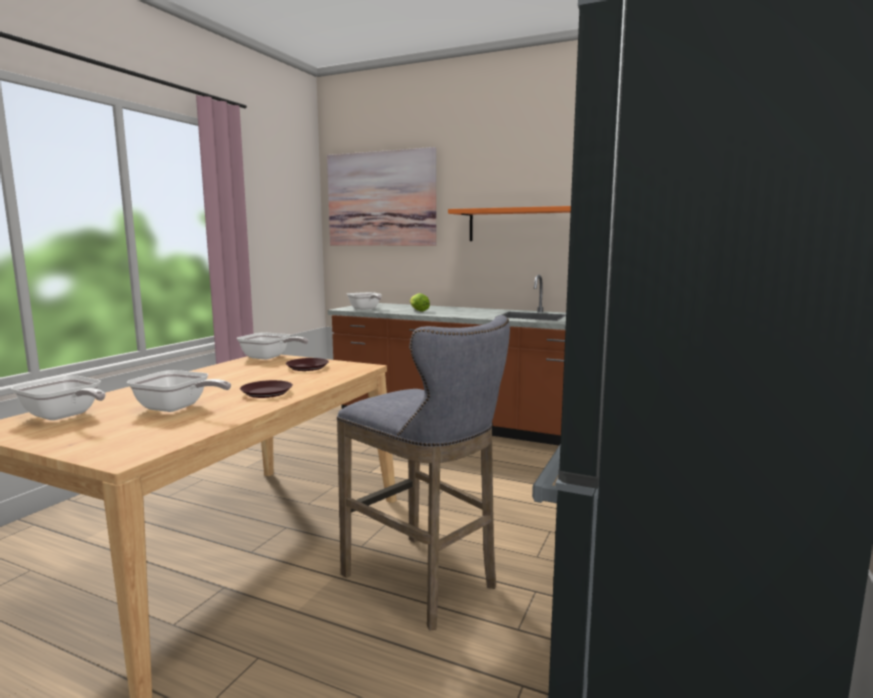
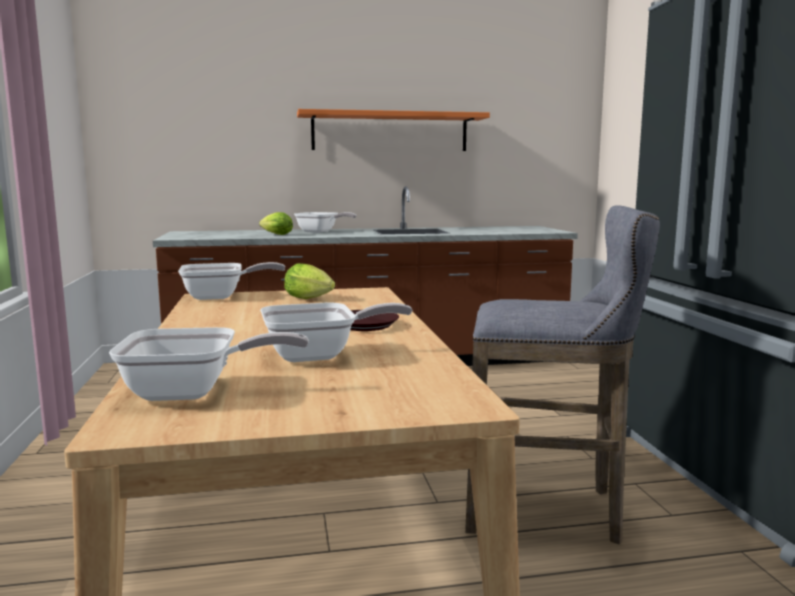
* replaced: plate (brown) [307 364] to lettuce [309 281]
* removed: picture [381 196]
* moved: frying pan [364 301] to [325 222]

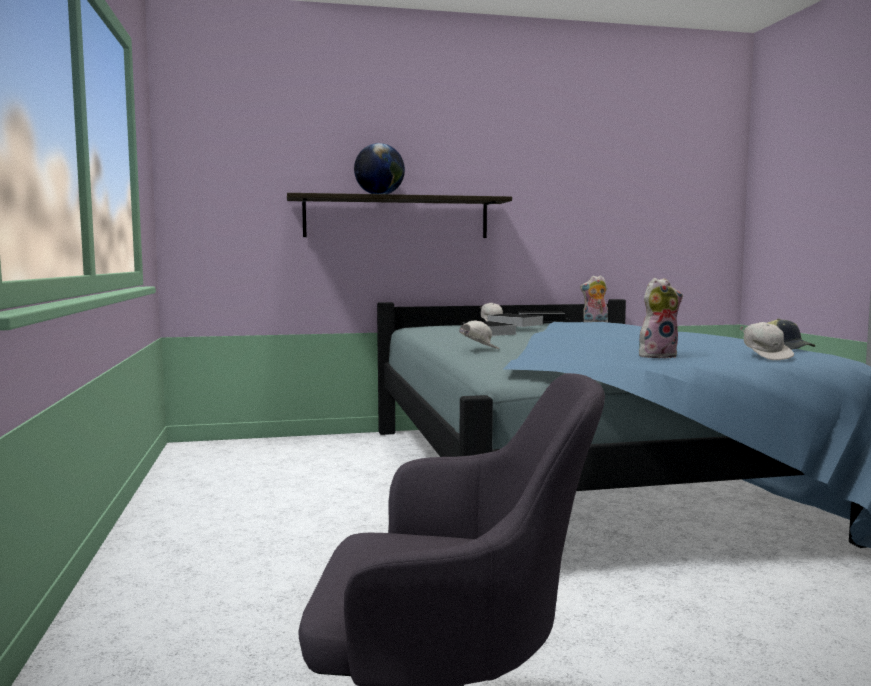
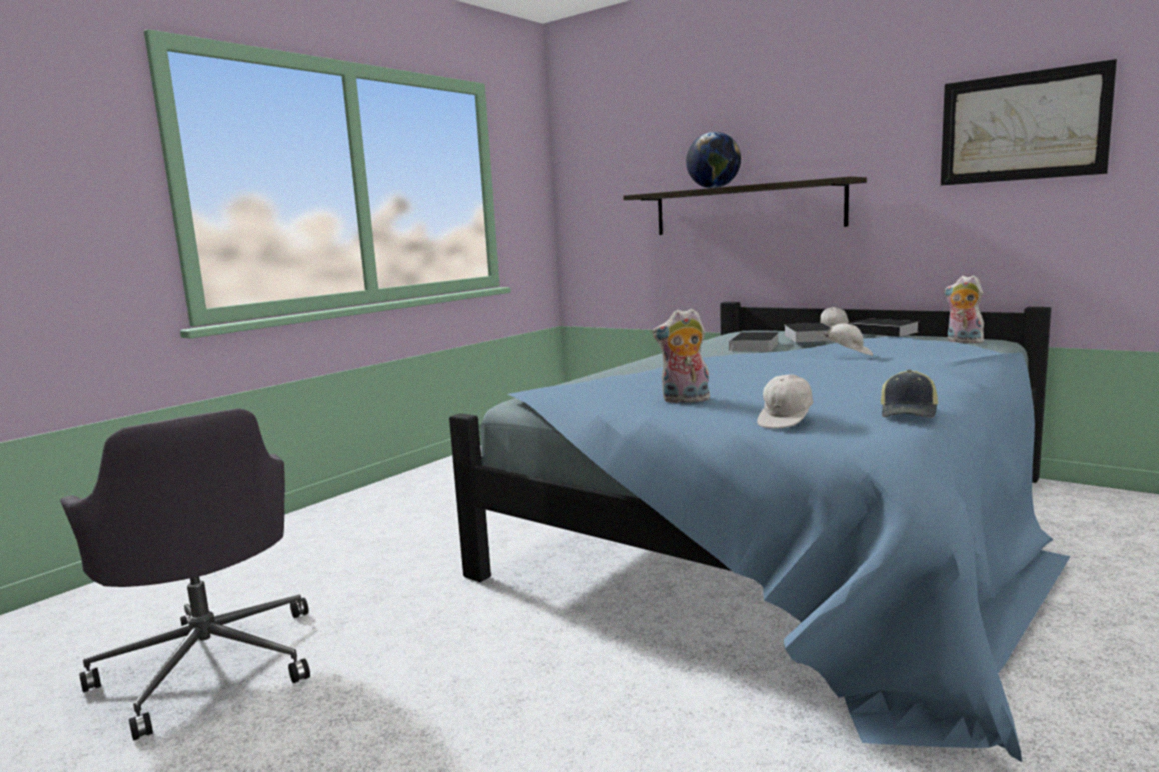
* moved: cap (white) [479 335] to [845 339]
* turned: plush toy [661 318] = [681 355] 150 degrees clockwise
* added: picture [1029 122]

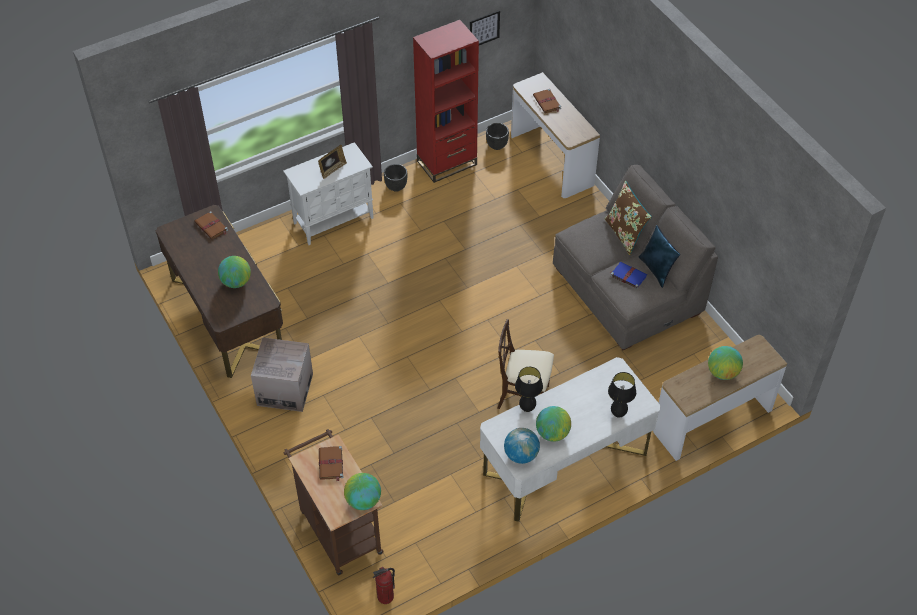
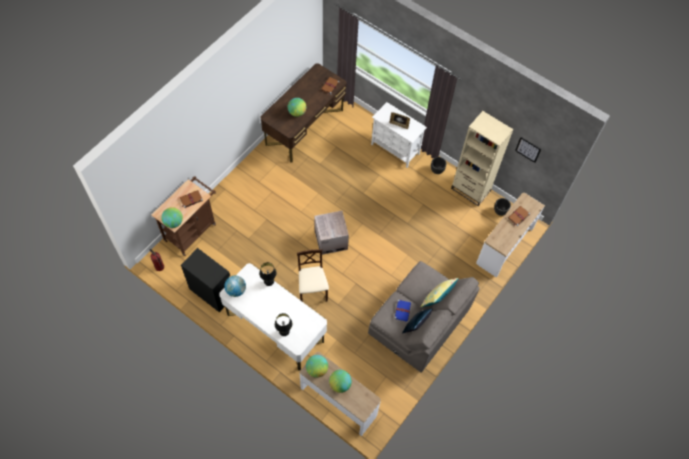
* moved: cardboard box [282 375] to [331 233]
* recoloured: bookcase (red) [446 101] to bookcase (beige) [482 158]
* moved: globe [553 424] to [317 366]
* recoloured: pillow (brown) [628 218] to pillow (yellow) [440 292]
* added: cabinet (black) [205 280]

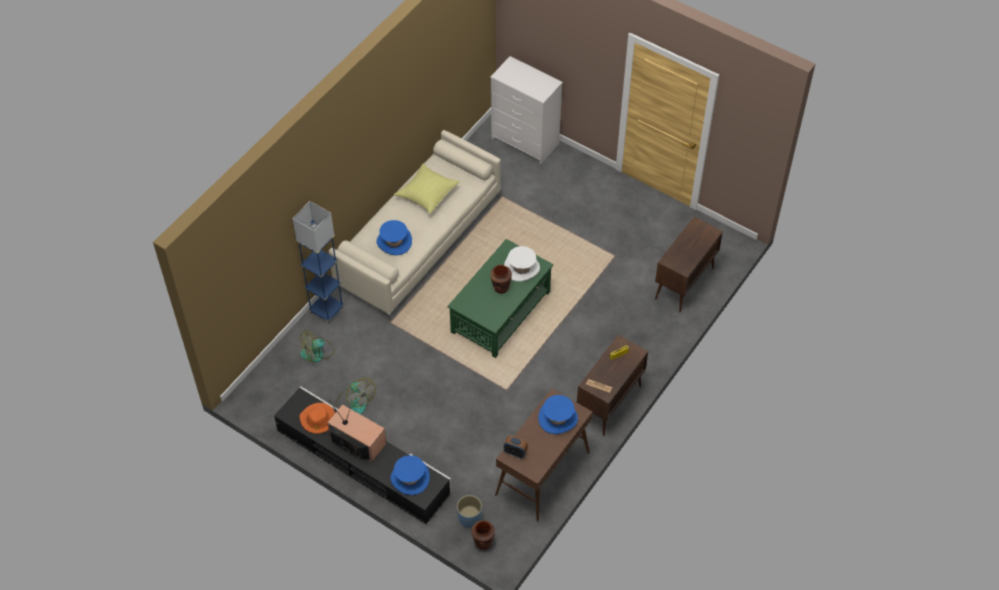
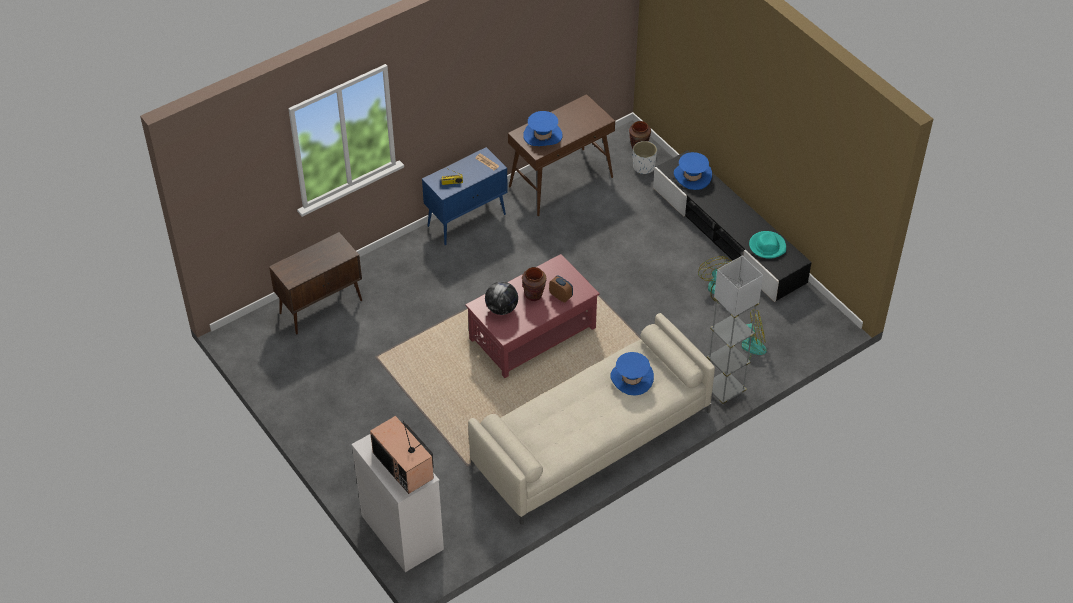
* recoloured: floor lamp (blue) [318 262] to floor lamp (grey) [735 330]
* recoloured: hat (orange) [317 418] to hat (turquoise) [767 245]
* moved: television [356 431] to [402 455]
* removed: pillow (yellow) [427 189]
* recoloured: coffee table (green) [500 298] to coffee table (red) [532 316]
* recoloured: planter (blue) [469 511] to planter (white) [645 157]
* replaced: hat (white) [522 263] to globe [501 298]
* moved: alarm clock [516 447] to [561 289]
* recoloured: cabinet (brown) [612 385] to cabinet (blue) [465 196]

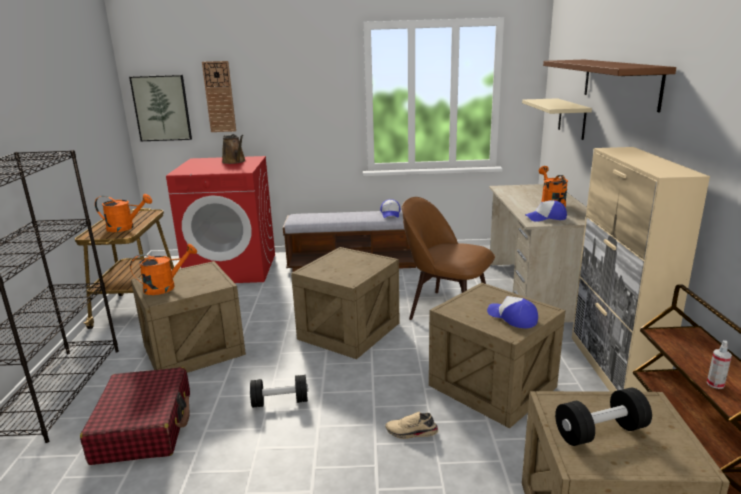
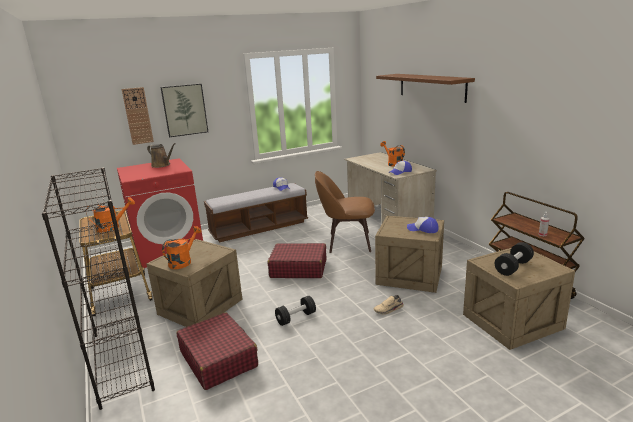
* moved: picture [160 108] to [184 110]
* replaced: crate [345 303] to suitcase (red) [297 260]
* removed: shelf (beige) [557 119]
* removed: cabinet (beige) [641 269]

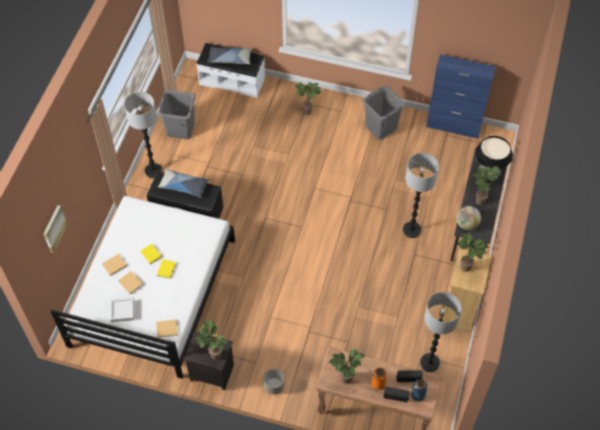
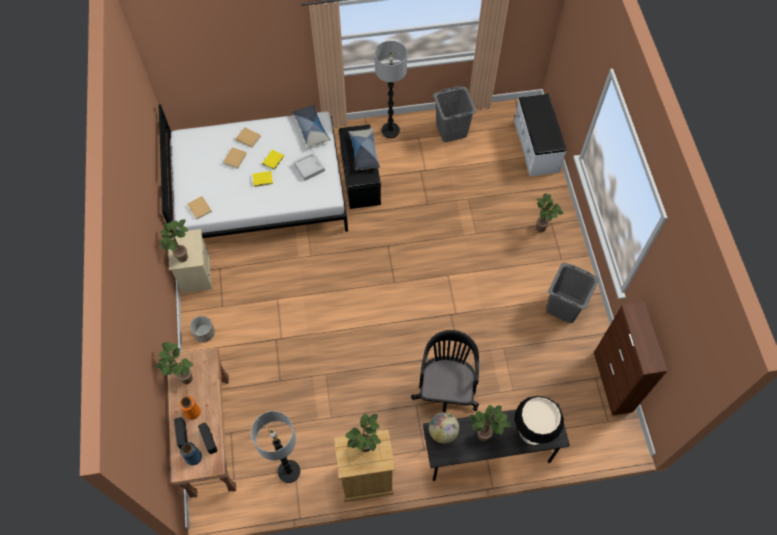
* removed: picture [55 229]
* moved: tray (grey) [122 309] to [309 166]
* recoloured: nightstand (black) [208 360] to nightstand (beige) [190 261]
* moved: pillow [230 55] to [311 126]
* replaced: floor lamp [421 195] to office chair (black) [445 371]
* recoloured: cabinet (blue) [461 96] to cabinet (brown) [630 358]

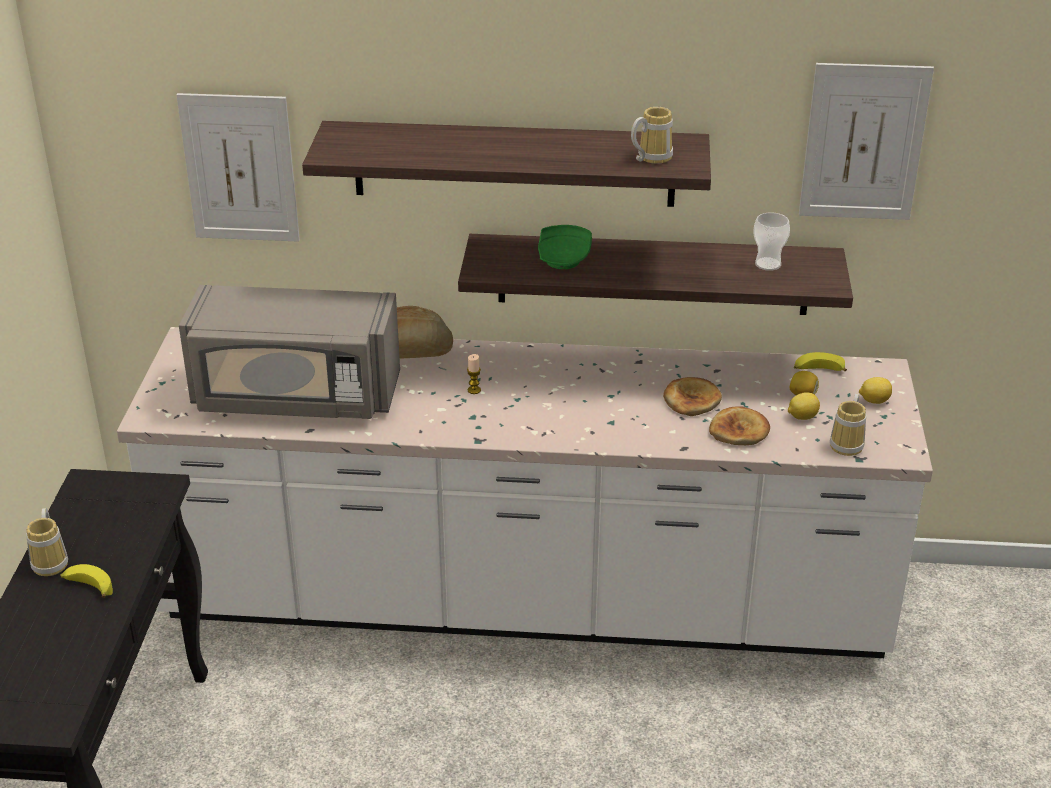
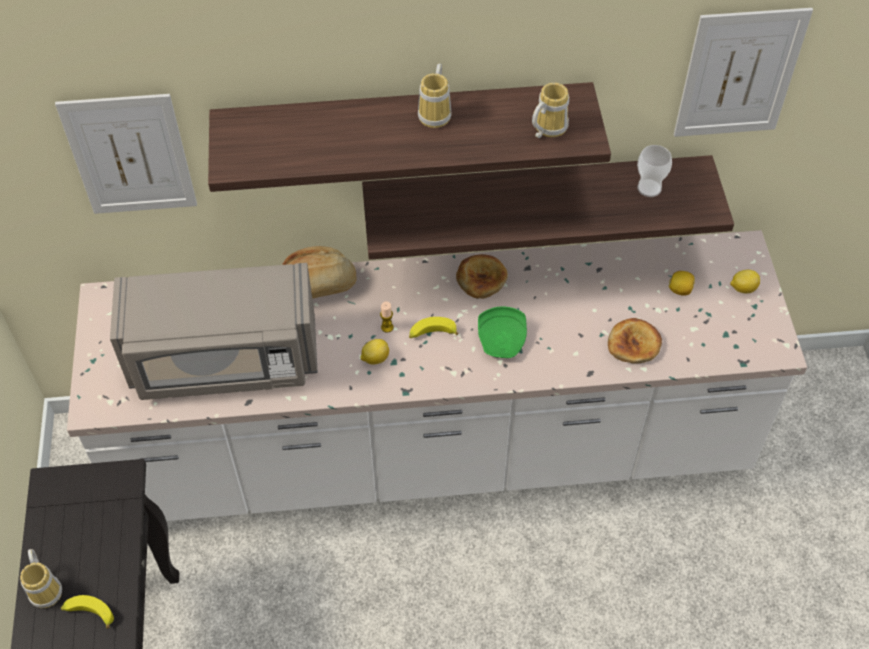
* moved: plate (green) [565 247] to [502 332]
* moved: bread [692 396] to [482 276]
* moved: lemon [804 406] to [374 351]
* moved: banana [820 361] to [434 327]
* moved: mug [848 425] to [434 95]

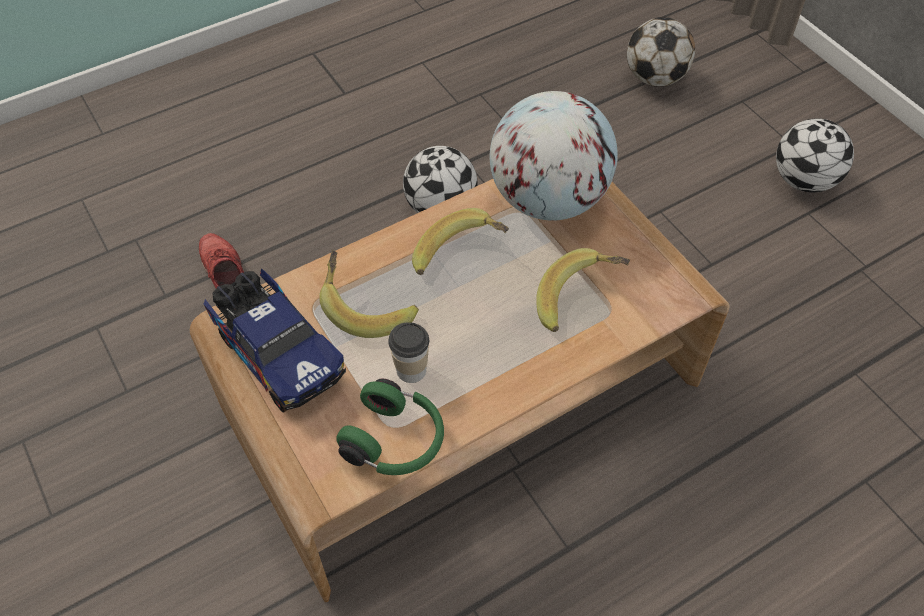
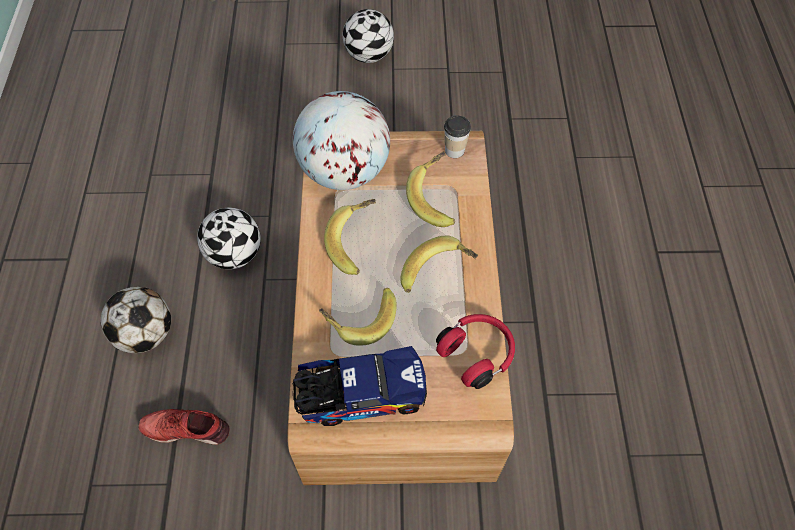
* recoloured: headphones (green) [390 427] to headphones (red) [475 351]
* moved: cup [408 352] to [457 136]
* moved: football [661 52] to [135 320]
* added: banana [439 264]

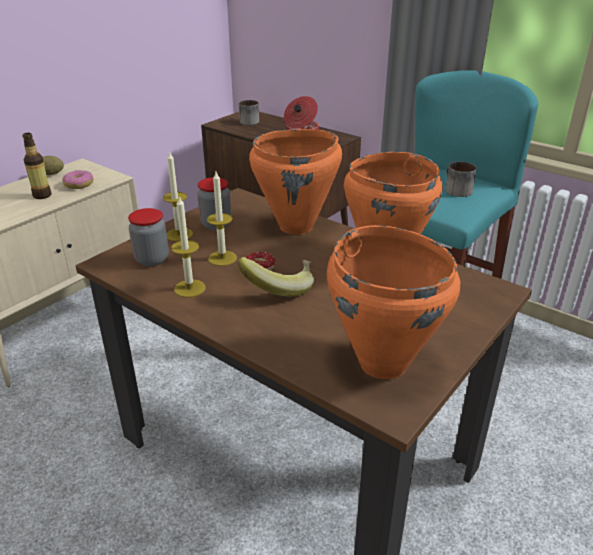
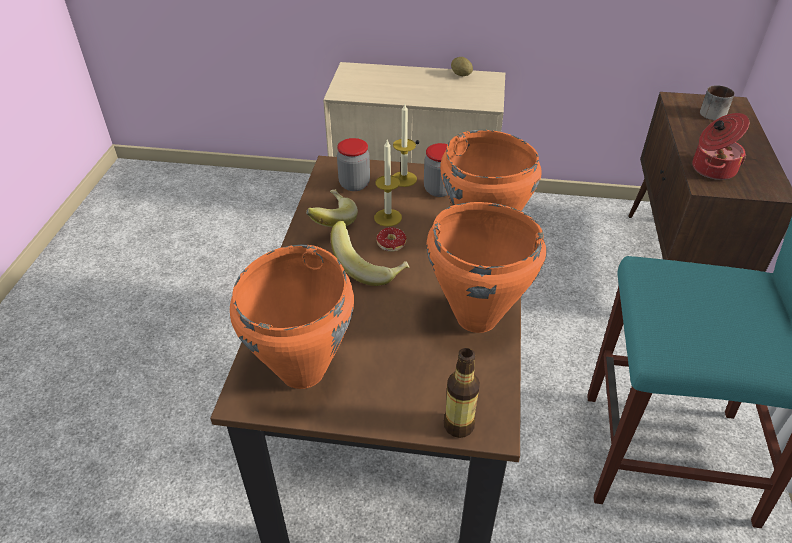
* moved: bottle [37 166] to [462 393]
* removed: donut [78 179]
* replaced: candle [188 246] to banana [332 208]
* removed: mug [461 179]

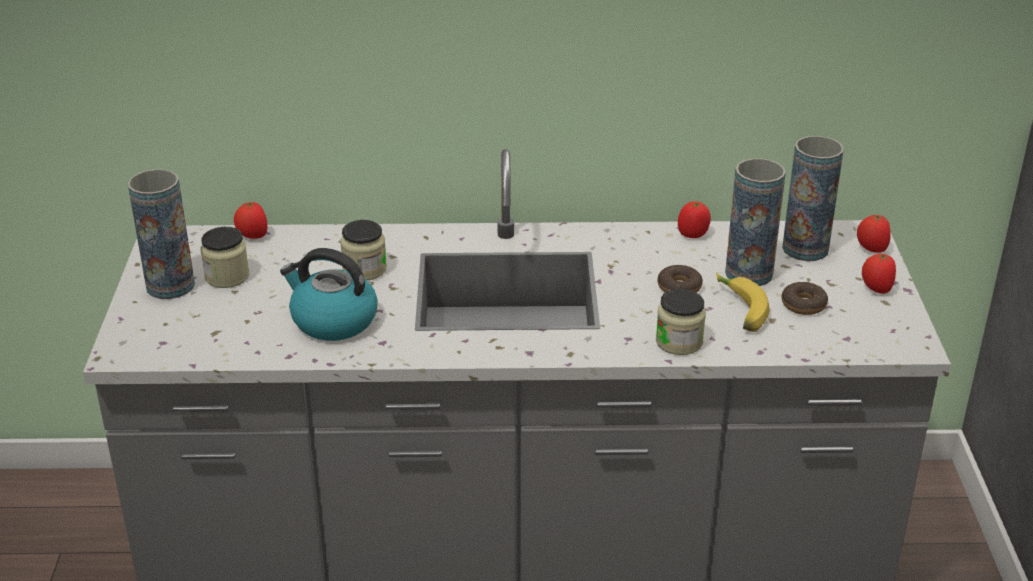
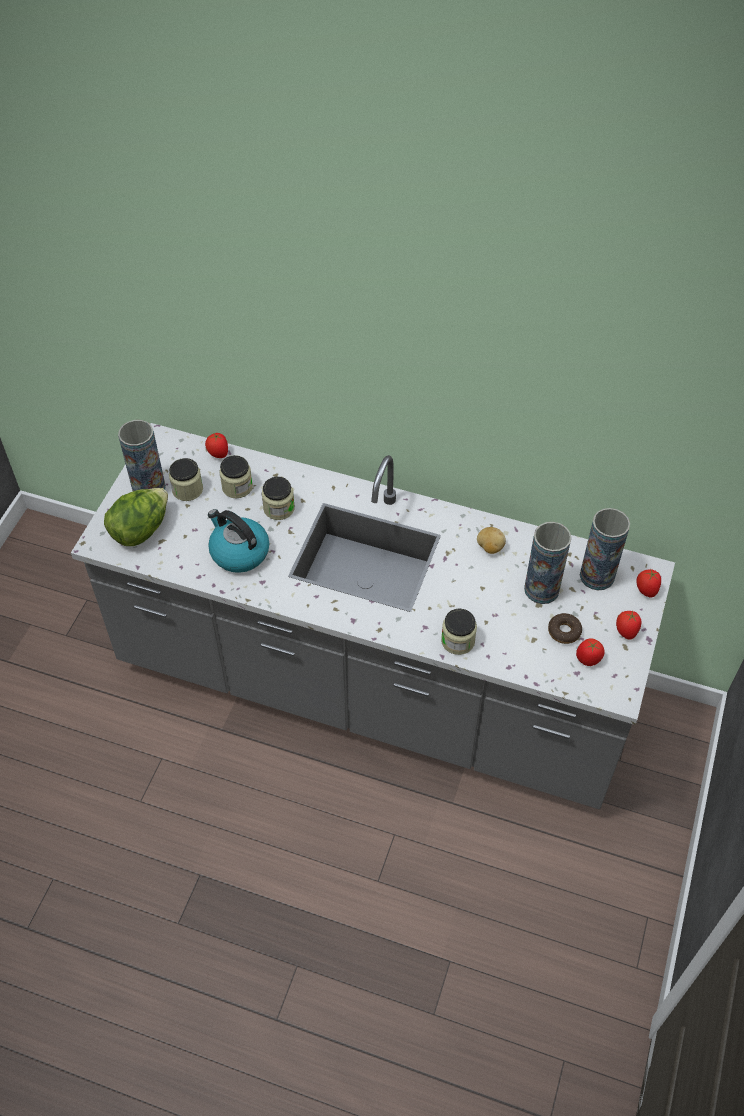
* removed: donut [680 279]
* moved: tomato [694 219] to [590 652]
* removed: banana [742 302]
* added: lettuce [136 517]
* added: jar [236 476]
* added: potato [491 540]

